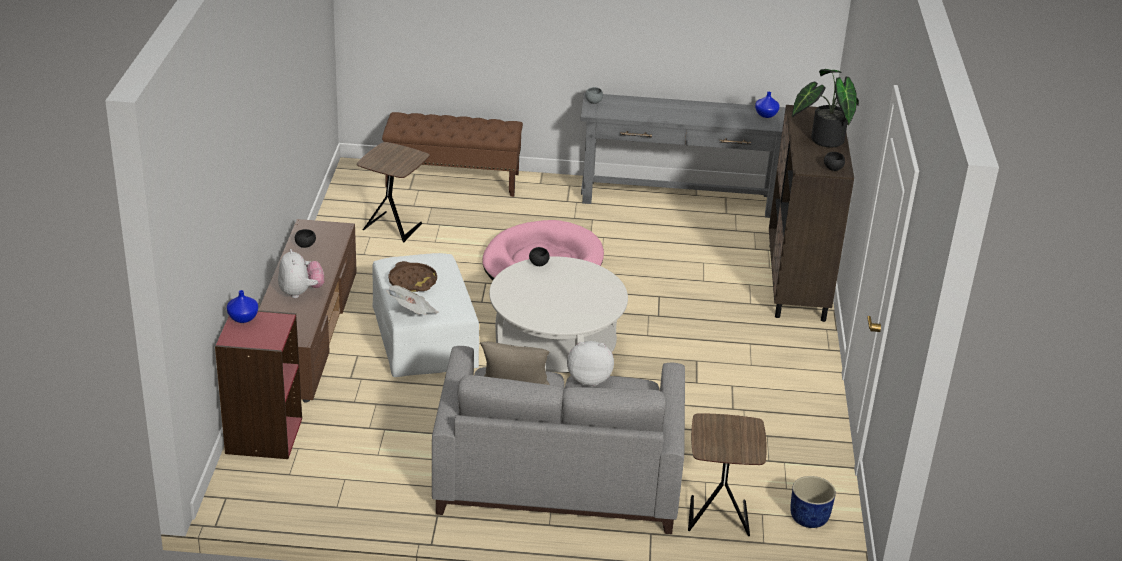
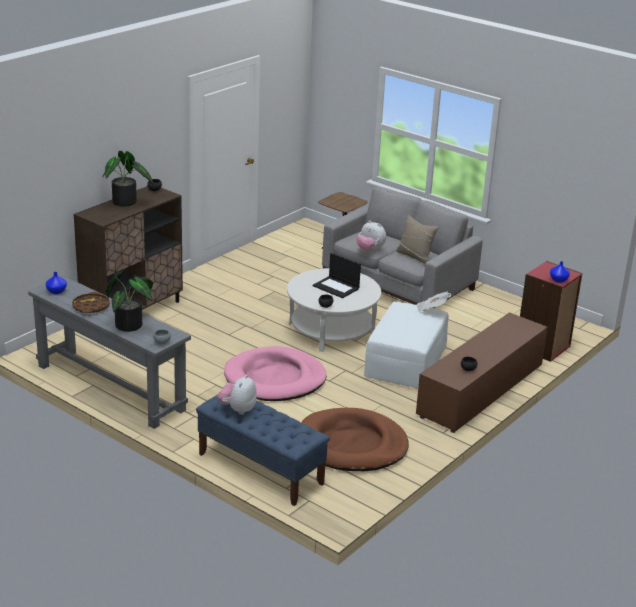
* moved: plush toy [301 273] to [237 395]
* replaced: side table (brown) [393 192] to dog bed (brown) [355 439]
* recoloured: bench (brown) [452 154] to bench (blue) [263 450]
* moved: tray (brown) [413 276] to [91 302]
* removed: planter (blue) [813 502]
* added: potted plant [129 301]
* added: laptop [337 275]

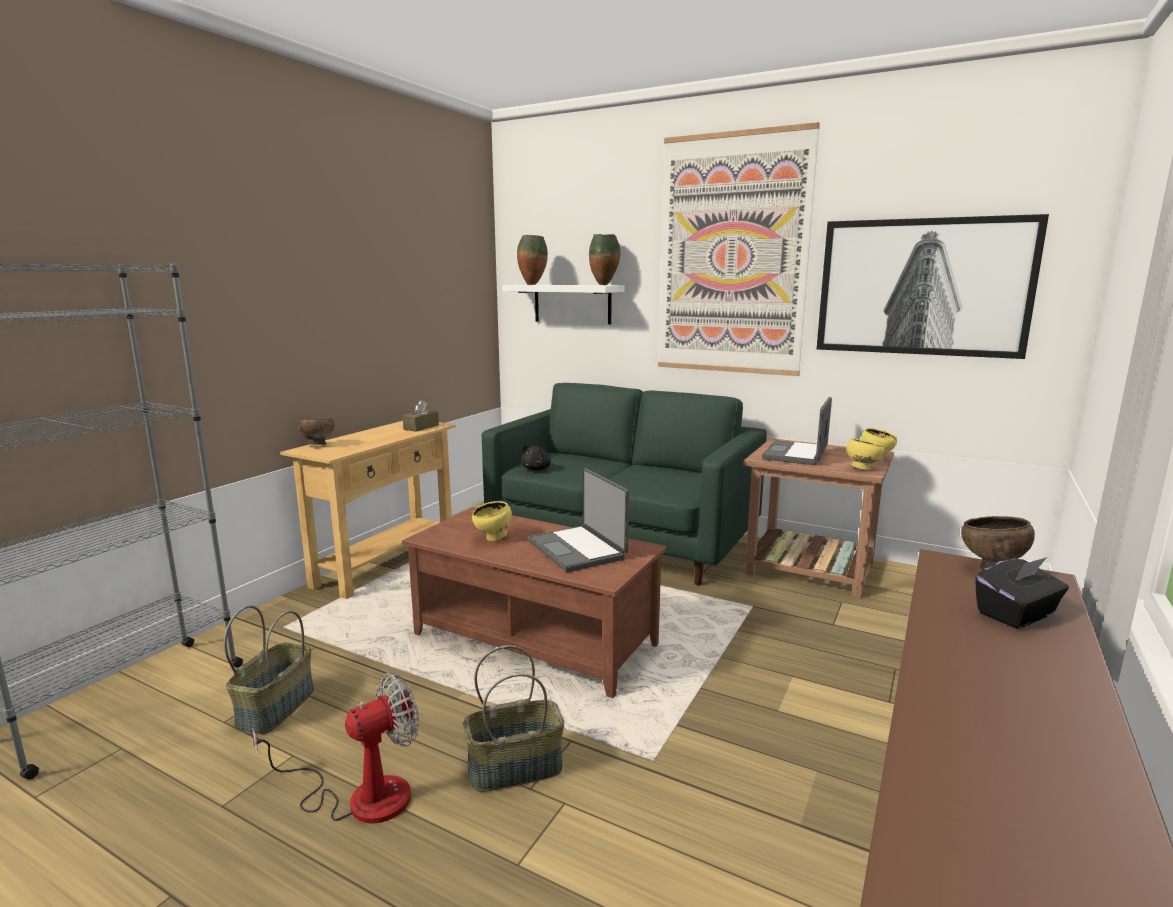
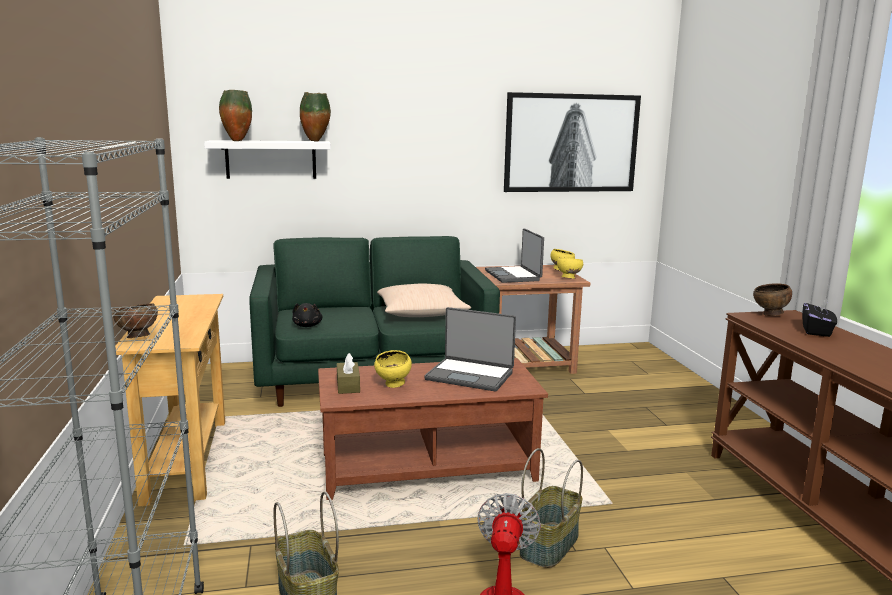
* moved: tissue box (brown) [421 416] to [348 373]
* removed: picture [739 249]
* added: pillow (beige) [424 300]

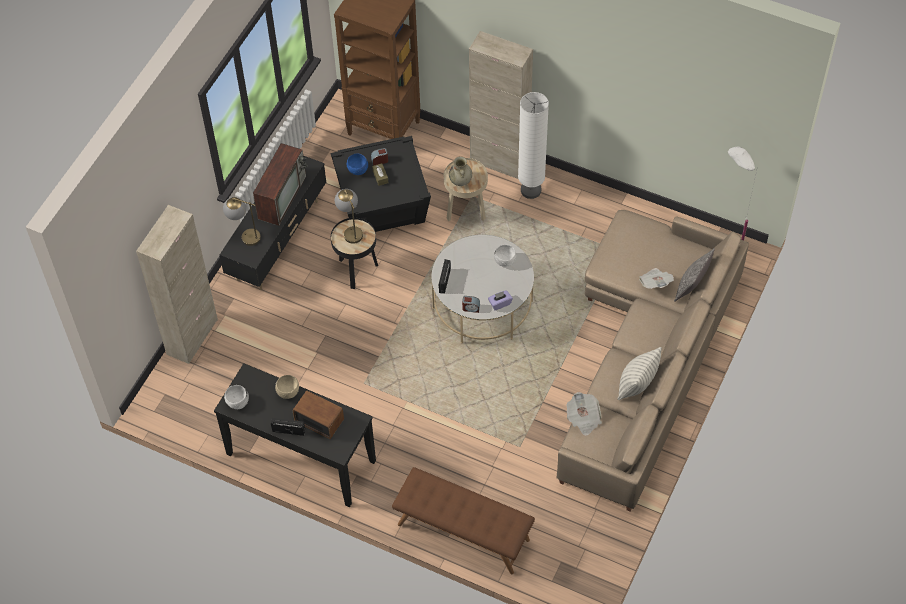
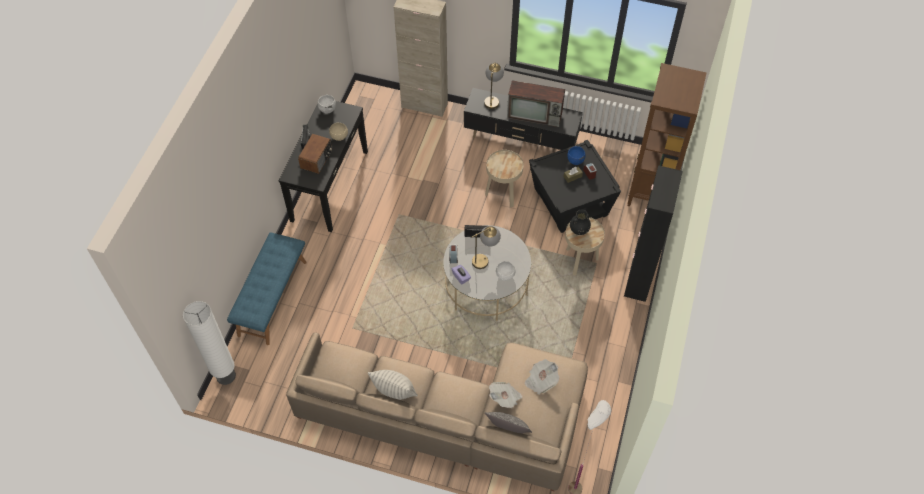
* recoloured: side table (black) [354 253] to side table (beige) [504 178]
* moved: table lamp [349 216] to [486 247]
* recoloured: bench (brown) [463 520] to bench (blue) [267 288]
* recoloured: vase (beige) [460 171] to vase (black) [580 222]
* recoloured: cabinet (beige) [501 105] to cabinet (black) [653 233]
* moved: floor lamp (white) [533 145] to [209 343]
* moved: newspaper [584 414] to [541 377]

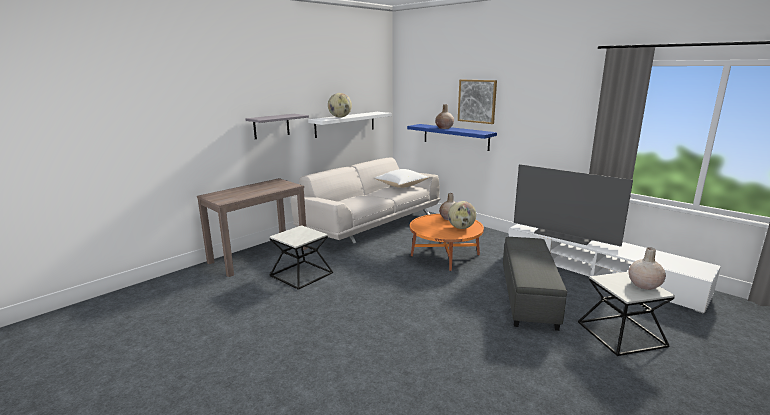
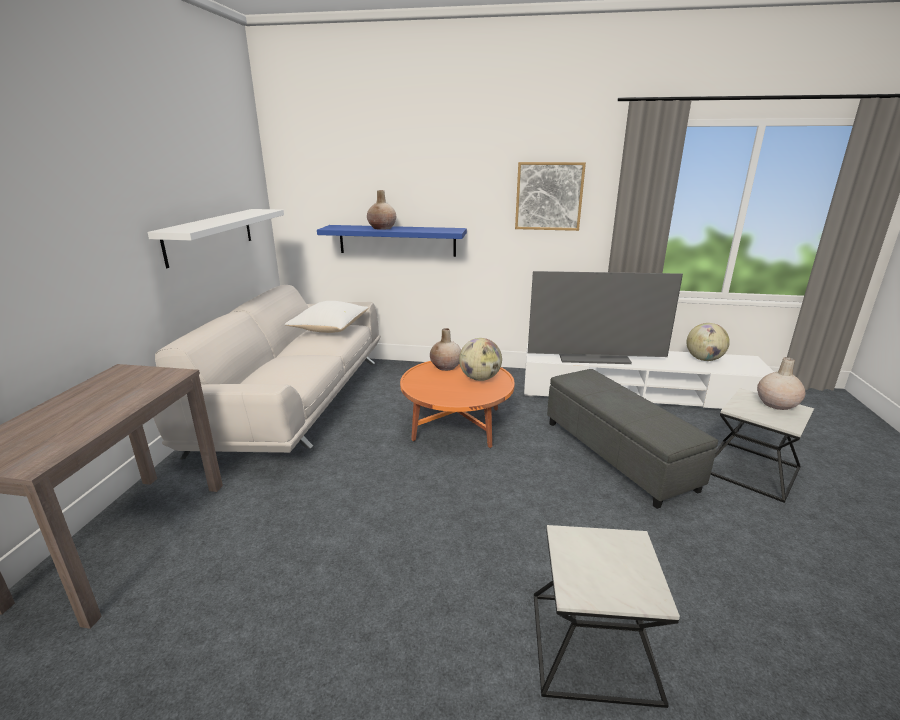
* removed: shelf (grey) [277 126]
* moved: side table [301 257] to [607 616]
* moved: globe [340 105] to [708 342]
* moved: picture [477 102] to [550 196]

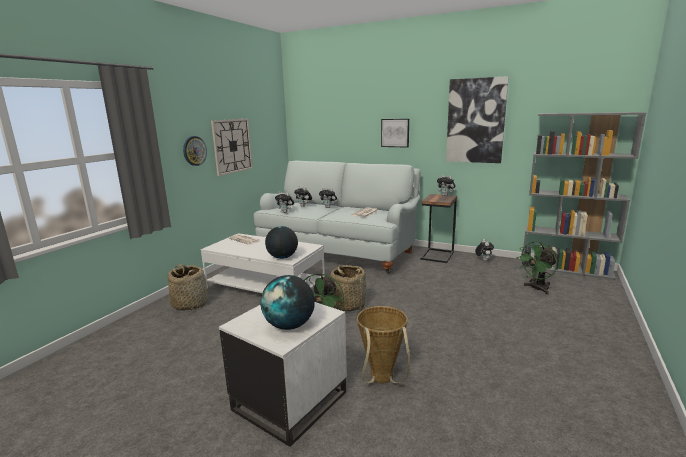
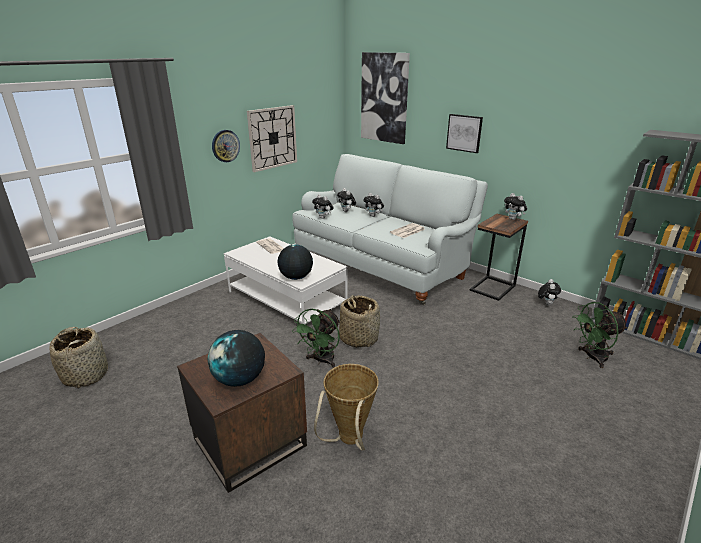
* moved: basket [187 287] to [78 357]
* recoloured: side table (white) [283 374] to side table (brown) [242 413]
* moved: picture [477 119] to [385 98]

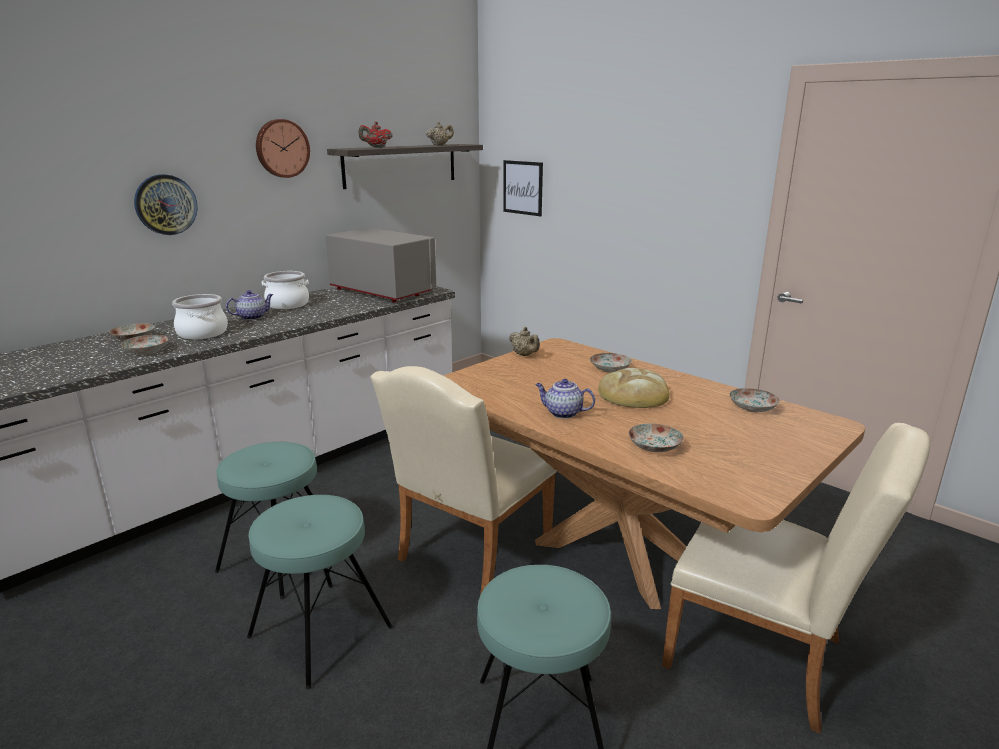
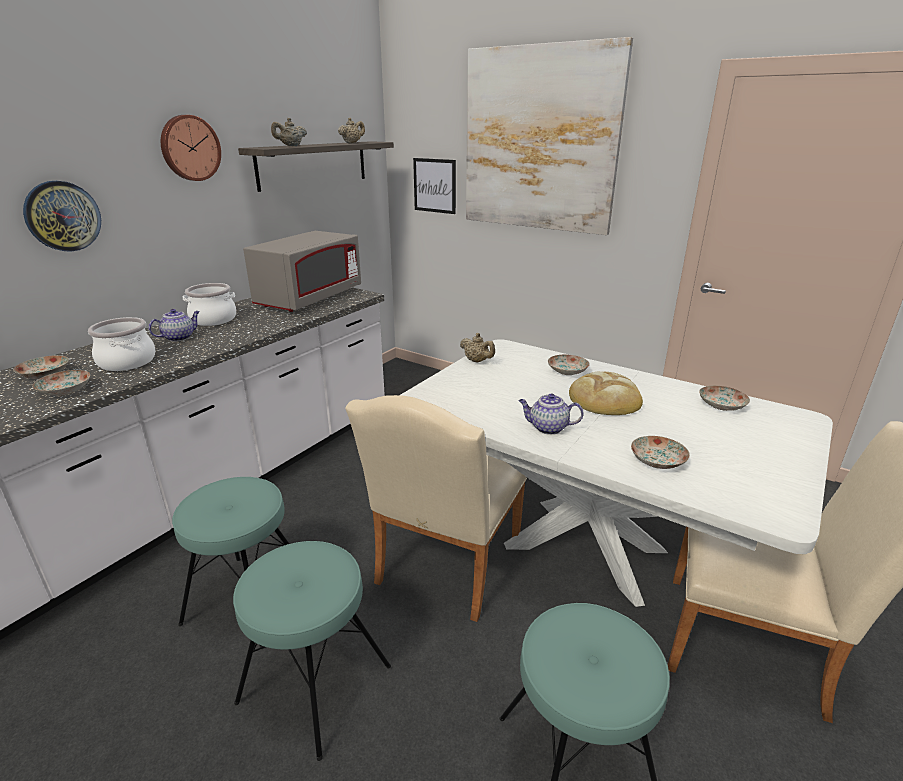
* turned: microwave (grey) [381 265] = [302 271] 90 degrees clockwise
* recoloured: teapot (red) [375 135] to teapot (beige) [289 132]
* recoloured: dining table (brown) [654 473] to dining table (white) [616 473]
* added: picture [549 136]

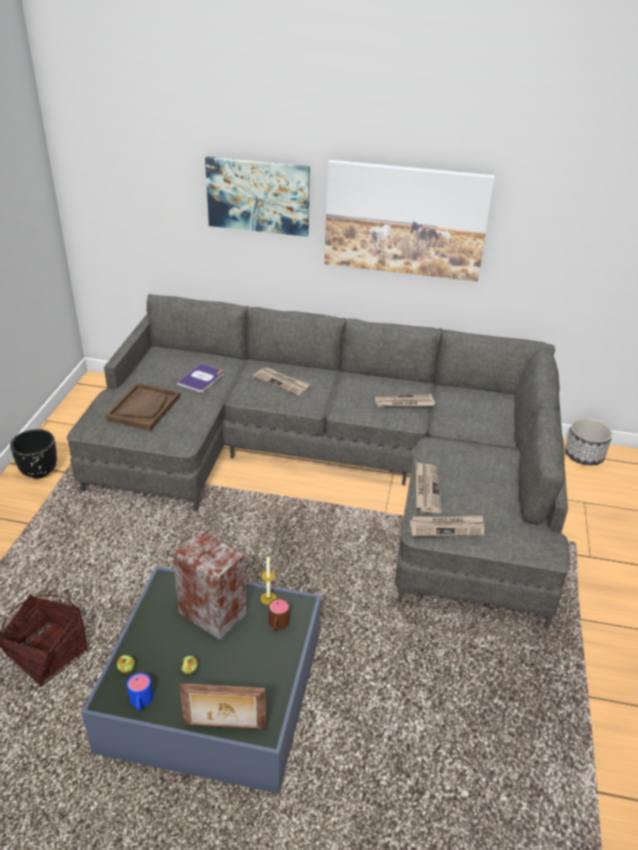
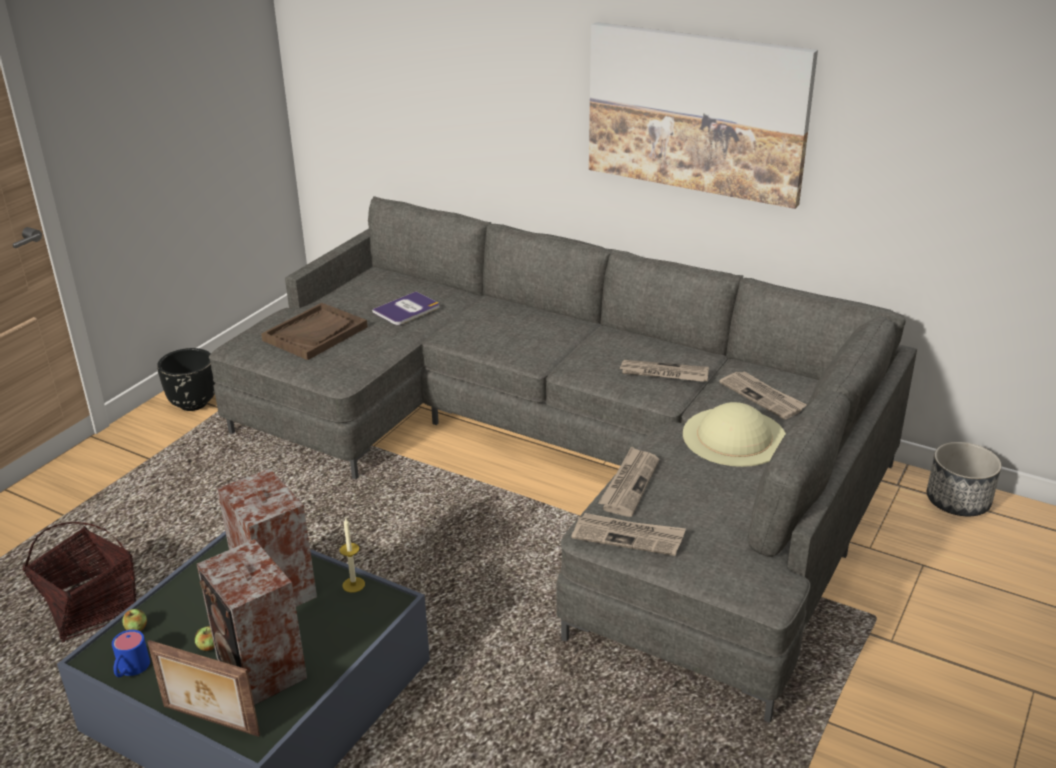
* removed: picture [257 197]
* moved: newspaper [281 381] to [763 395]
* removed: mug (brown) [279 614]
* added: speaker [252 622]
* added: hat (beige) [734 434]

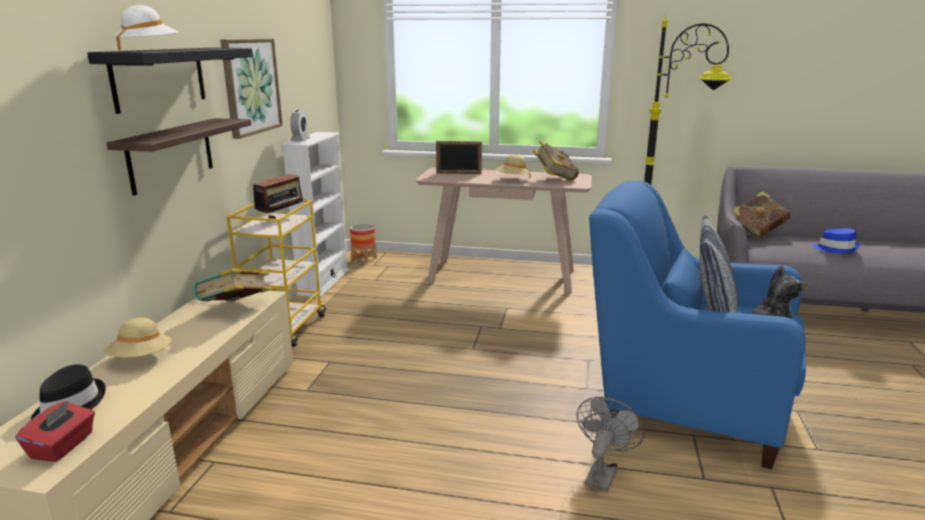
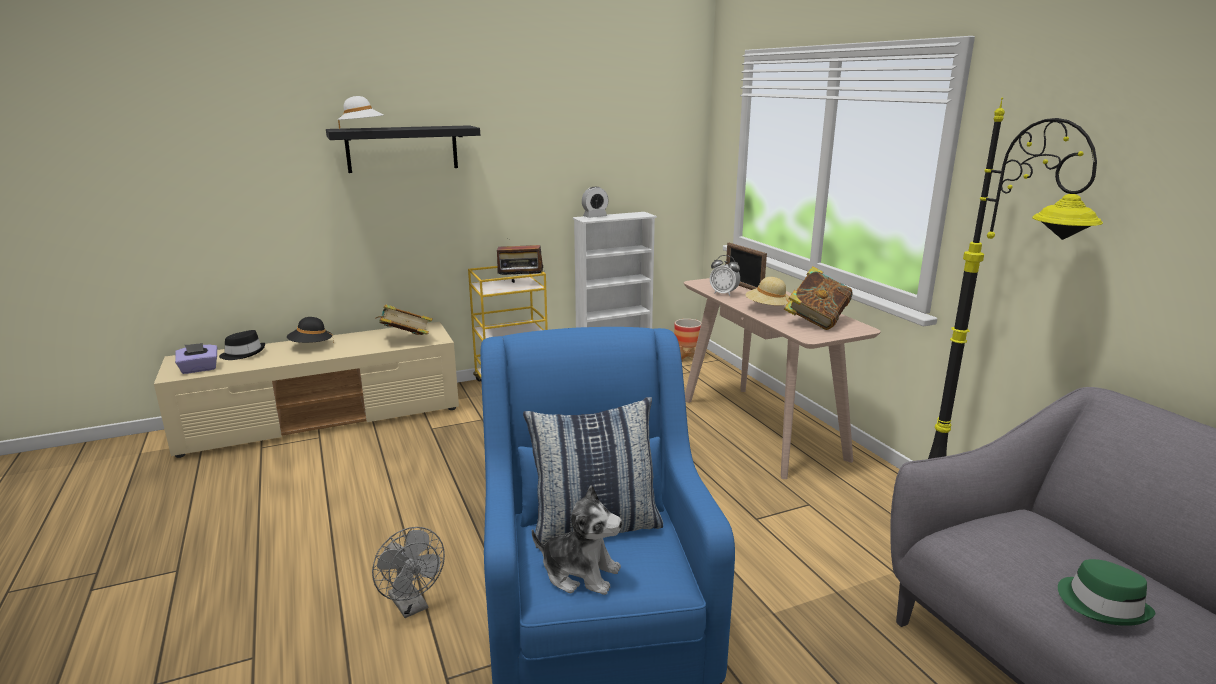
* recoloured: tissue box (red) [55 431] to tissue box (purple) [196 358]
* recoloured: hat (beige) [138 338] to hat (black) [310 330]
* removed: shelf [179 157]
* removed: picture [251 89]
* turned: fan (grey) [611 444] = [408 572] 60 degrees clockwise
* removed: book [762 215]
* recoloured: hat (blue) [836 240] to hat (green) [1106 592]
* added: alarm clock [725 275]

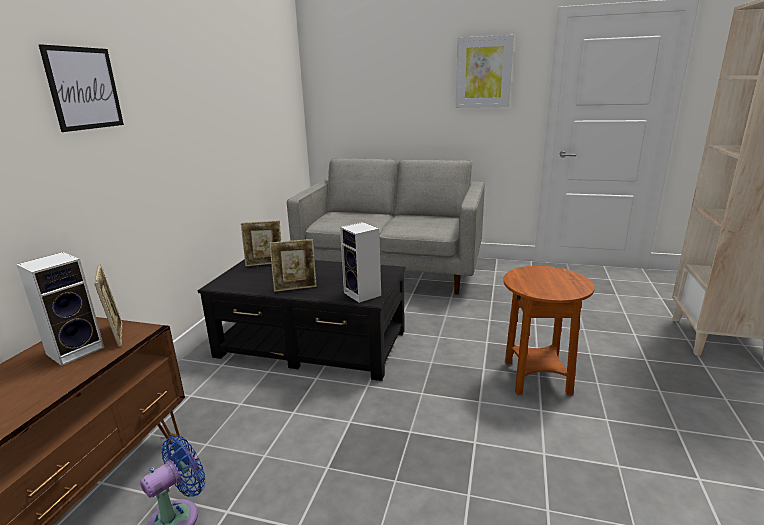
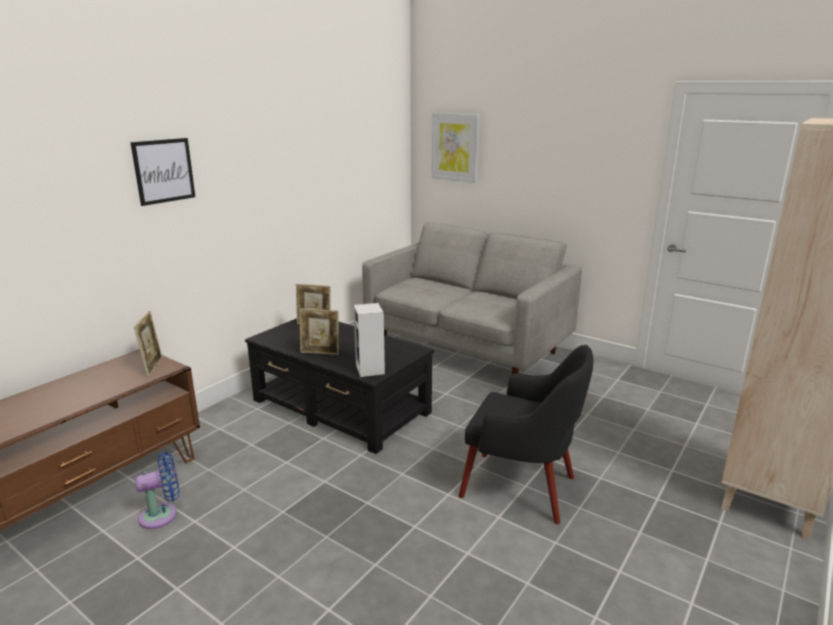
* removed: speaker [60 309]
* moved: picture [485 71] to [455 148]
* replaced: side table (brown) [549 330] to armchair (black) [526 434]

